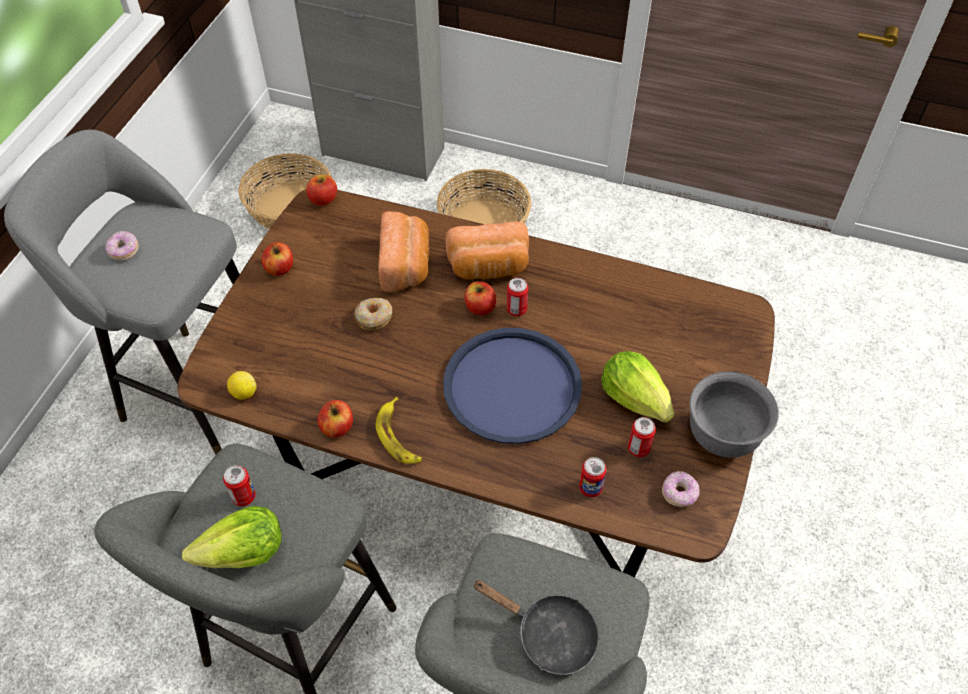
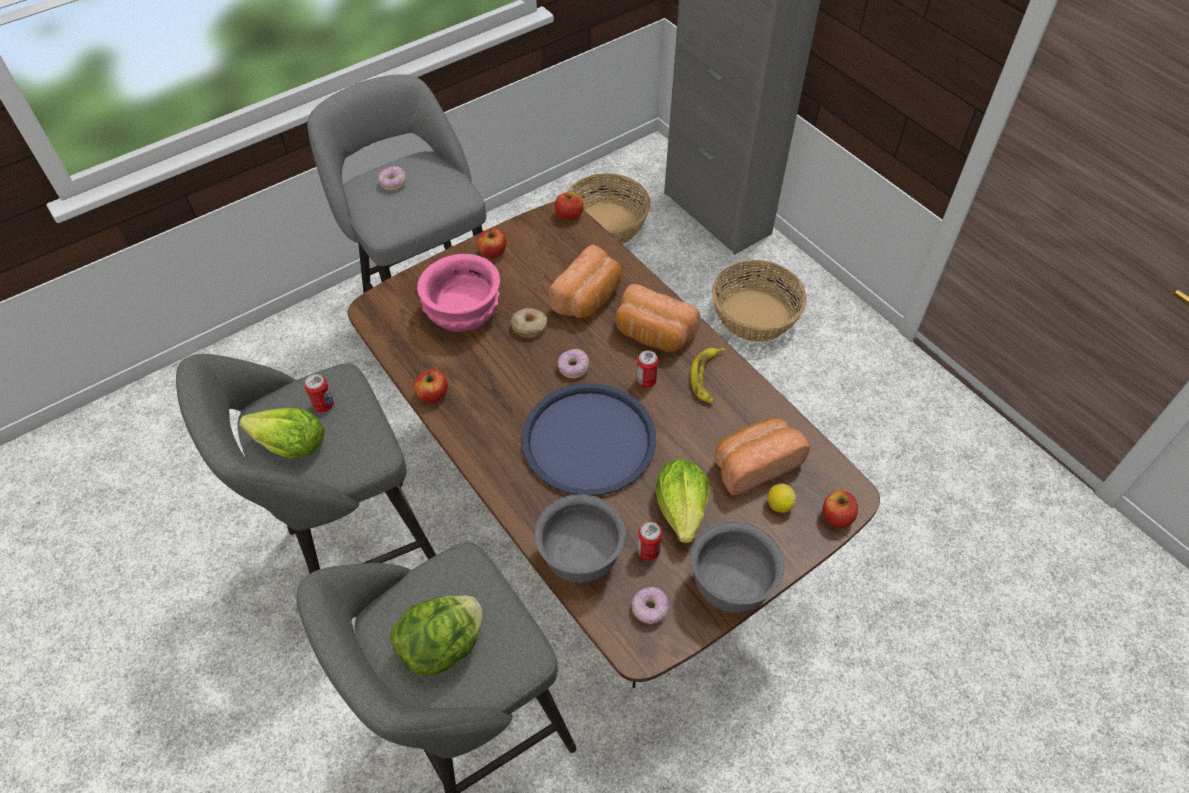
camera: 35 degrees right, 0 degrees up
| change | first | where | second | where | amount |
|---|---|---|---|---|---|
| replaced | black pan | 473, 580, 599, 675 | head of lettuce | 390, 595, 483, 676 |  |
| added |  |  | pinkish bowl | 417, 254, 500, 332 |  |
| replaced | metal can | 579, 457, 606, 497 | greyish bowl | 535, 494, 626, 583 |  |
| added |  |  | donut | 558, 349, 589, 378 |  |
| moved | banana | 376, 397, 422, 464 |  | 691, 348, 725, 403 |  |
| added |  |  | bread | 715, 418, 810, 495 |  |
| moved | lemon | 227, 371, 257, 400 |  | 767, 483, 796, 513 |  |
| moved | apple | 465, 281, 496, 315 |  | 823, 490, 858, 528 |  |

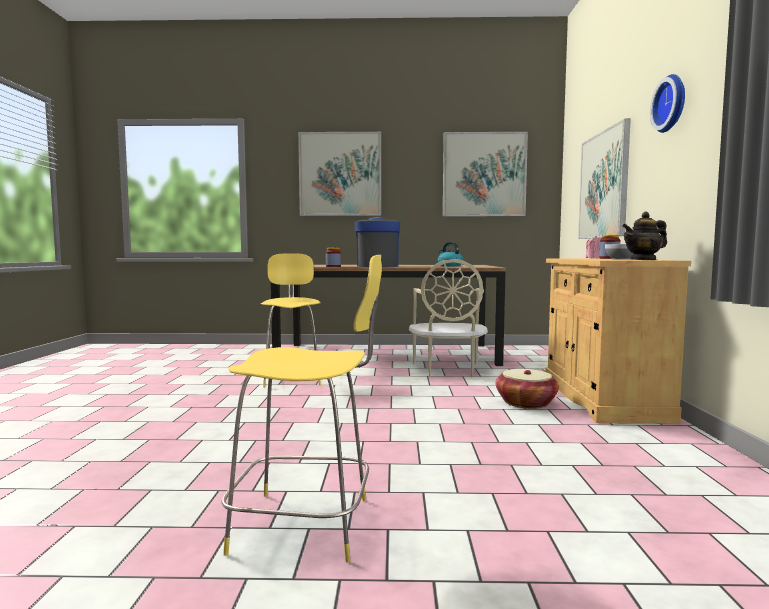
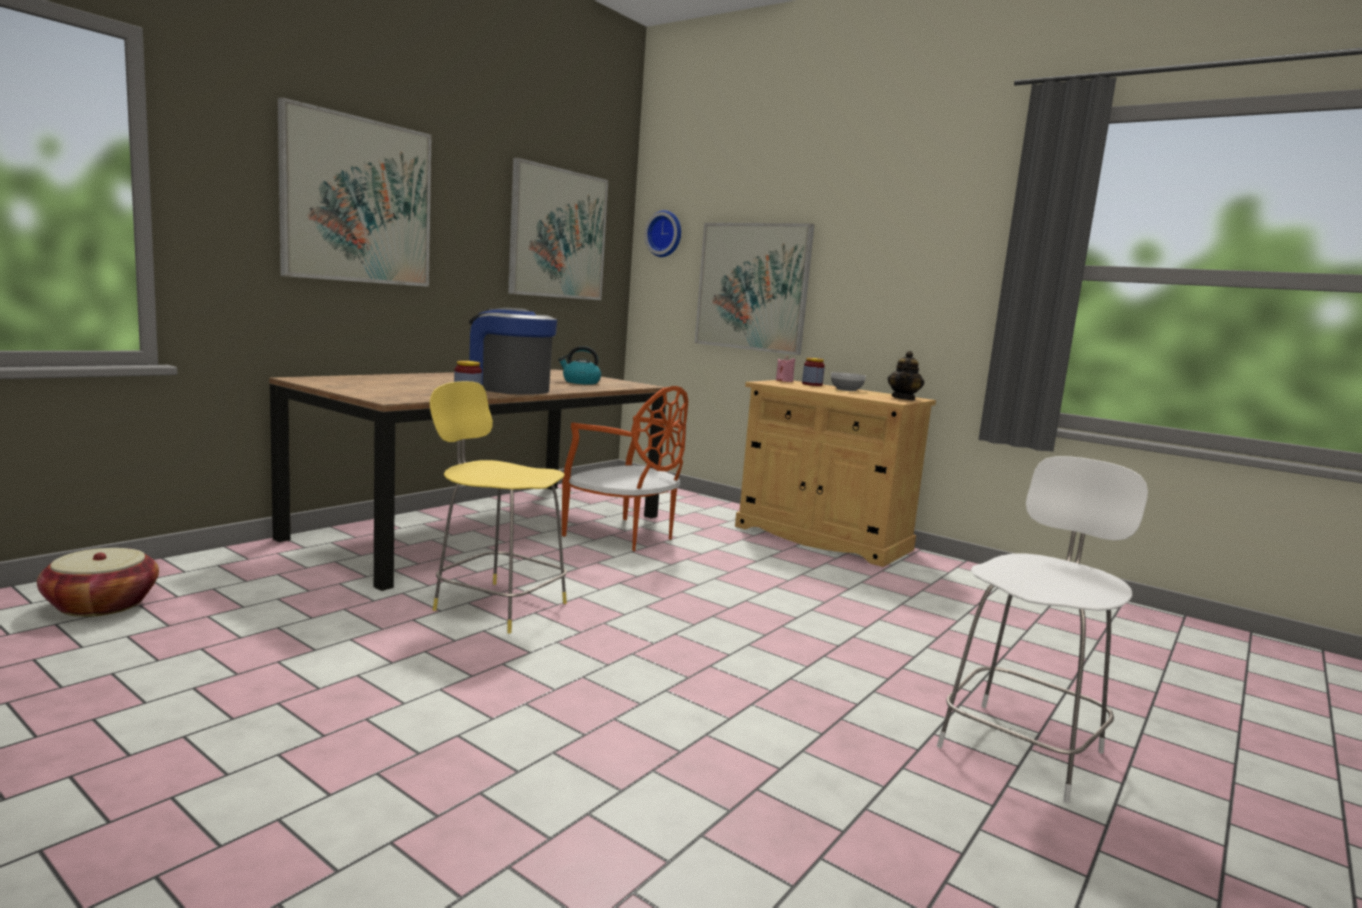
camera: 55 degrees left, 5 degrees up
| change | first | where | second | where | amount |
|---|---|---|---|---|---|
| moved | household basket | 496, 369, 559, 409 |  | 37, 548, 159, 617 |  |
| recoloured | beige chair | 409, 259, 488, 376 | orange-coloured chair | 562, 386, 688, 551 |  |
| moved | hanging clock | 650, 74, 685, 133 |  | 644, 210, 681, 257 |  |
| recoloured | yellowish stool | 222, 255, 382, 562 | whitish stool | 937, 456, 1148, 803 |  |

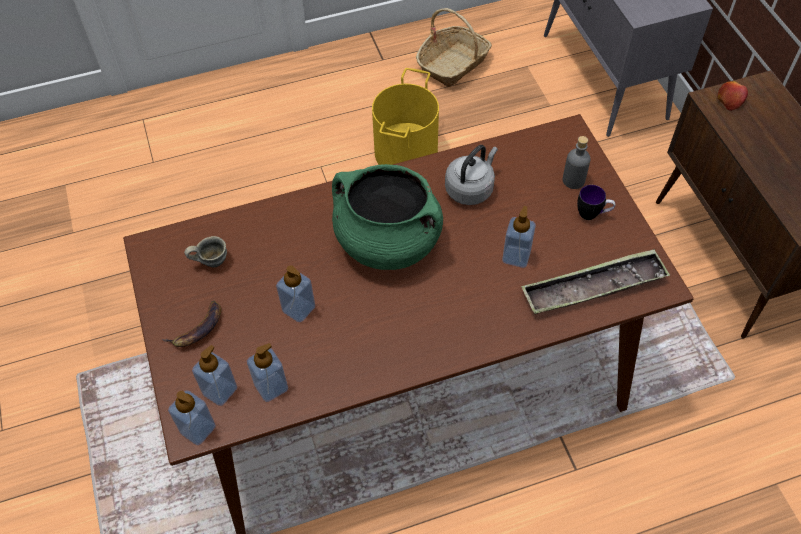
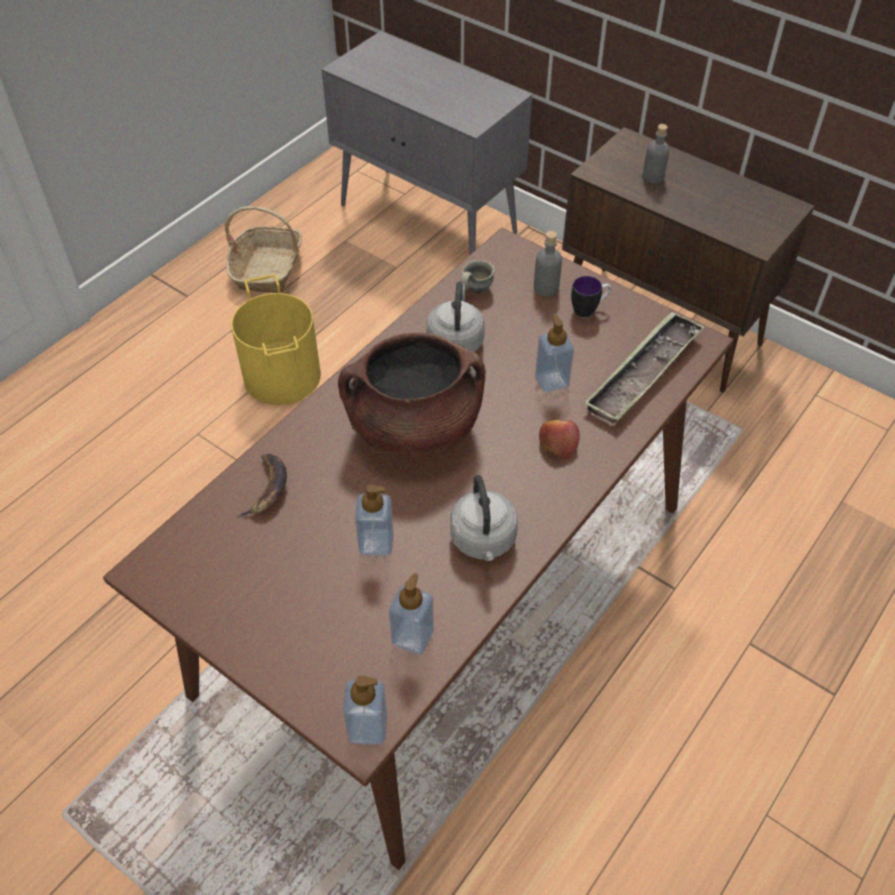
camera: 35 degrees left, 5 degrees down
| change | first | where | second | where | amount |
|---|---|---|---|---|---|
| moved | banana | 162, 301, 221, 347 |  | 237, 454, 287, 518 |  |
| recoloured | greenish stockpot | 332, 164, 443, 270 | brown-coloured stockpot | 338, 333, 485, 460 |  |
| added |  |  | greyish tea kettle | 450, 475, 518, 561 |  |
| moved | greyish mug | 184, 236, 227, 267 |  | 461, 260, 495, 293 |  |
| moved | apple | 717, 81, 748, 111 |  | 539, 420, 580, 460 |  |
| added |  |  | greyish bottle | 642, 124, 670, 184 |  |
| removed | liquid soap bottle | 192, 345, 237, 406 |  |  |  |

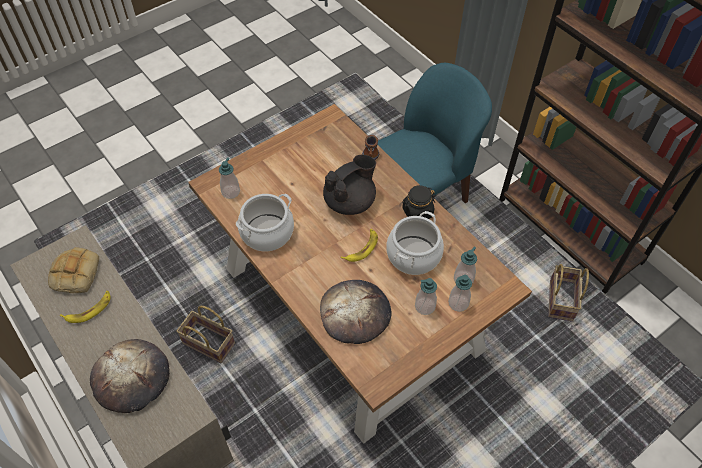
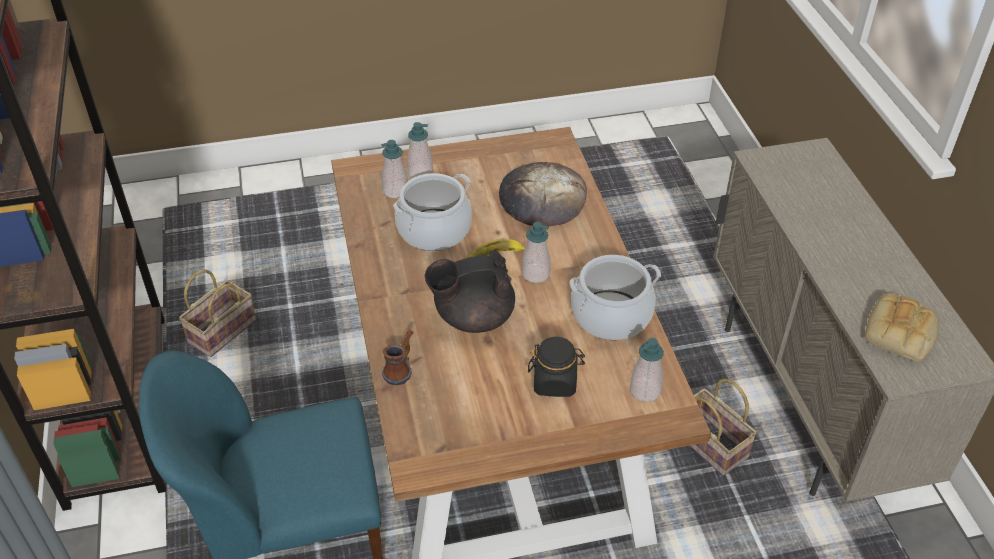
camera: 155 degrees left, 10 degrees down
| change | first | where | second | where | amount |
|---|---|---|---|---|---|
| moved | liquid soap bottle | 415, 278, 437, 315 |  | 522, 222, 551, 283 |  |
| moved | black storage jar | 402, 185, 435, 219 |  | 528, 337, 585, 397 |  |
| removed | banana | 60, 291, 110, 323 |  |  |  |
| removed | bread | 90, 339, 170, 413 |  |  |  |

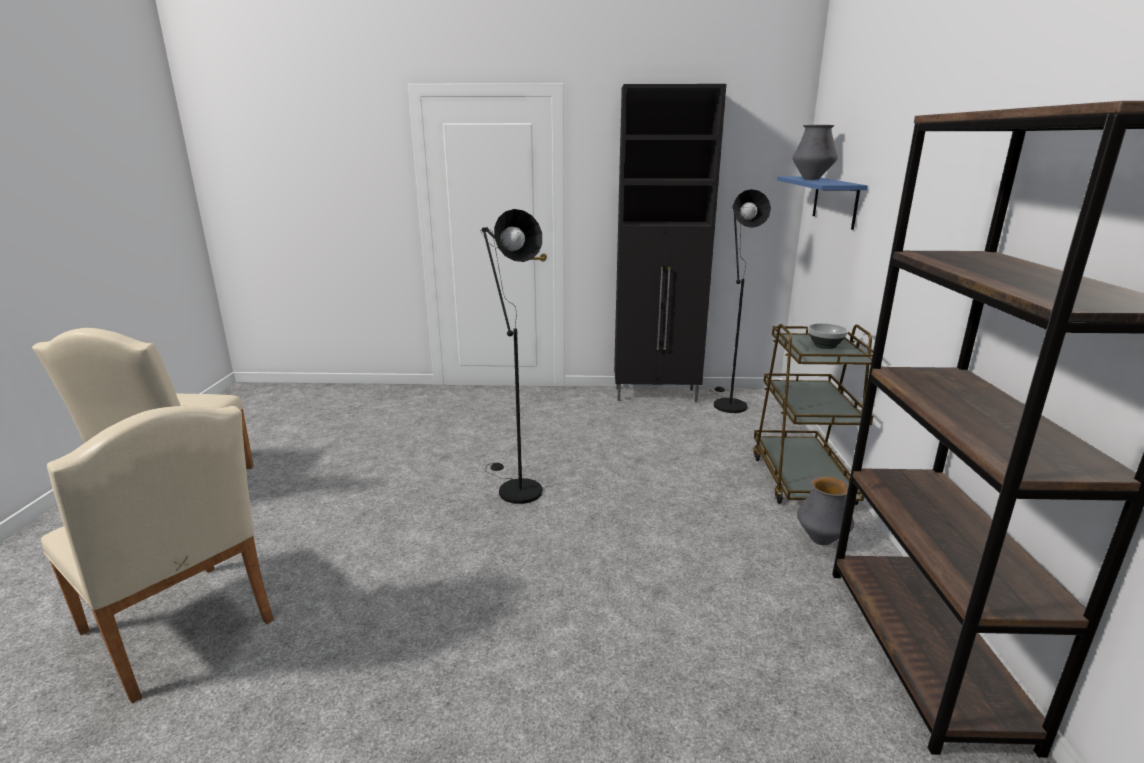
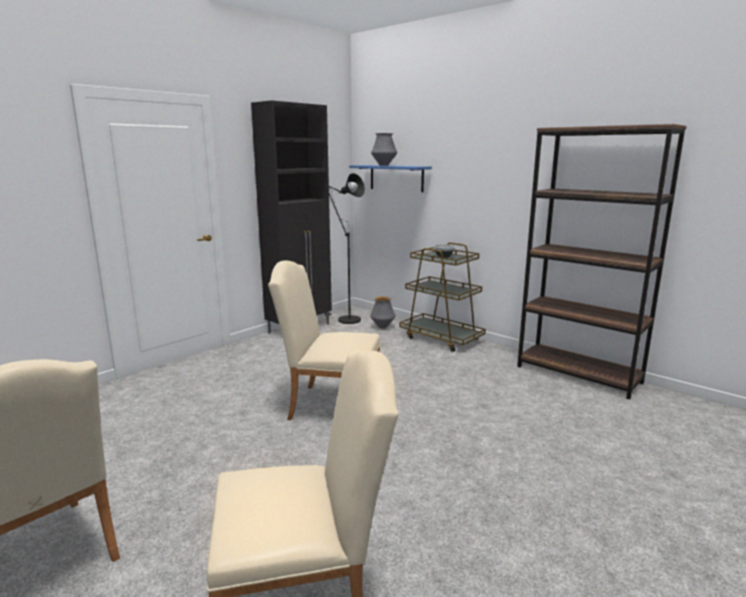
camera: 50 degrees left, 5 degrees down
| change | first | where | second | where | amount |
|---|---|---|---|---|---|
| replaced | black floor lamp | 481, 209, 542, 504 | beige chair | 268, 260, 380, 420 |  |
| moved | vase | 797, 477, 854, 545 |  | 370, 296, 395, 329 |  |

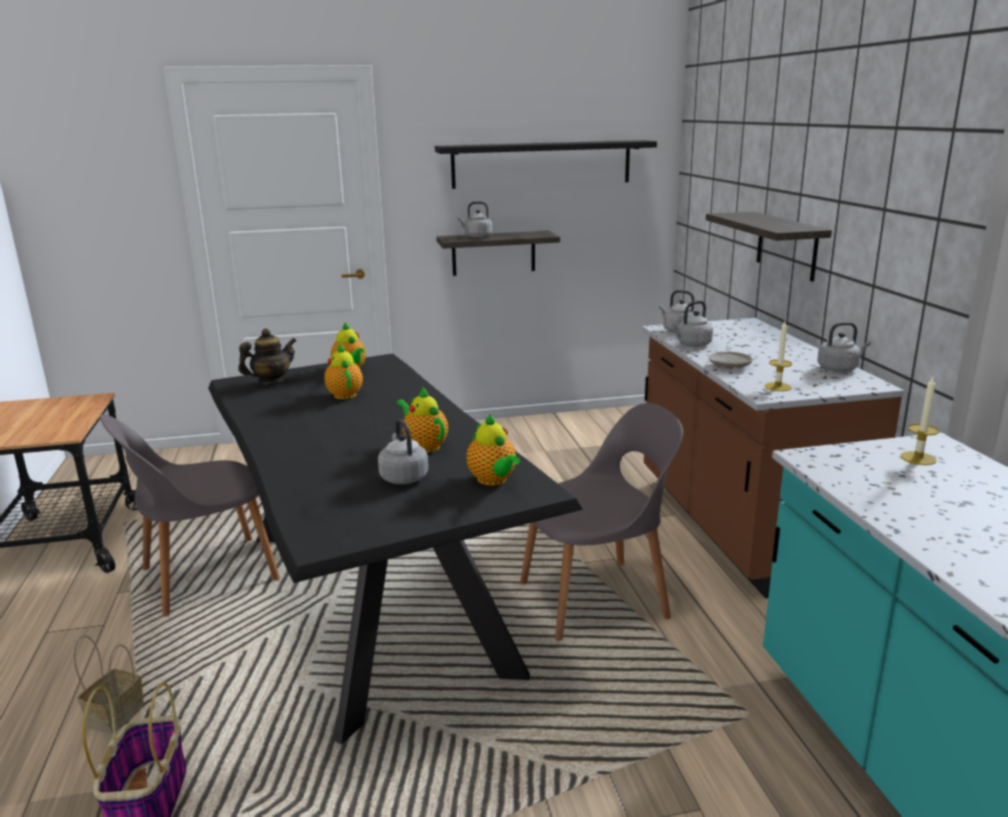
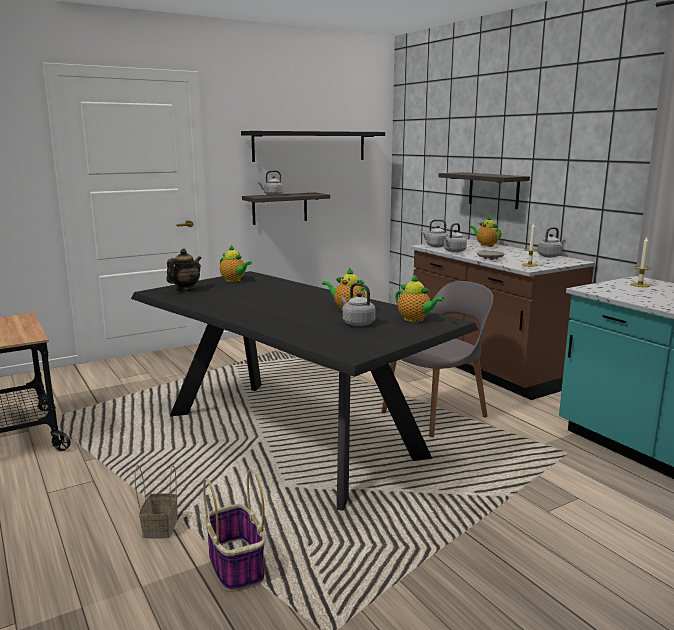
camera: 20 degrees left, 5 degrees down
| change | first | where | second | where | amount |
|---|---|---|---|---|---|
| moved | teapot | 324, 343, 363, 399 |  | 469, 216, 501, 247 |  |
| removed | greyish chair | 100, 414, 280, 617 |  |  |  |

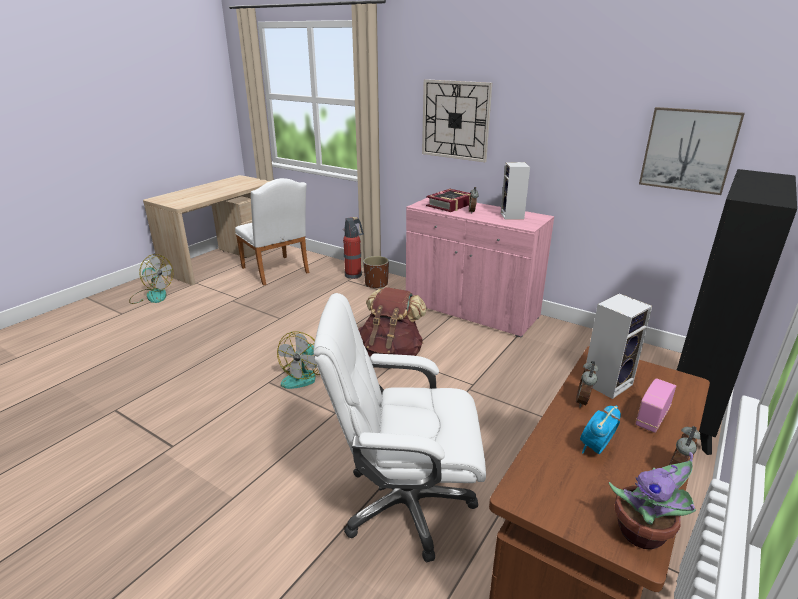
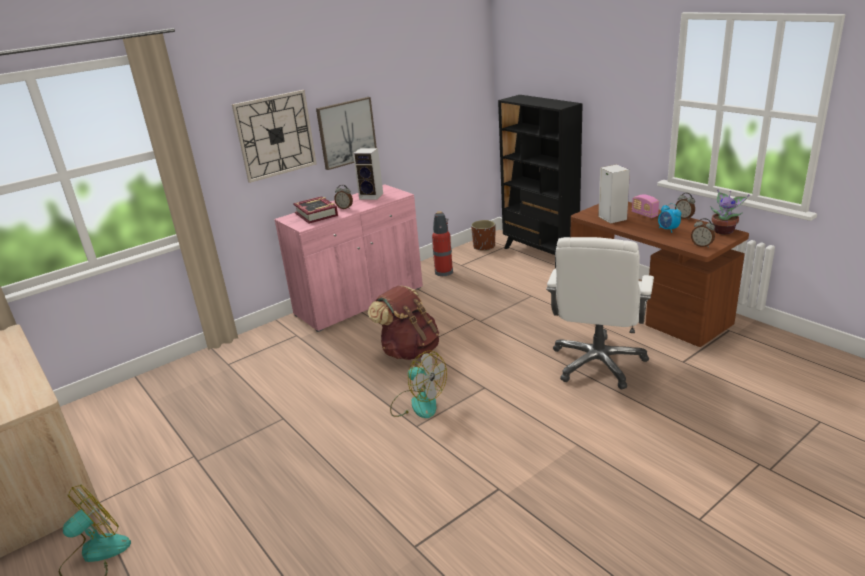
camera: 70 degrees left, 0 degrees up
| change | first | where | second | where | amount |
|---|---|---|---|---|---|
| moved | wall picture | 639, 107, 745, 195 |  | 316, 97, 377, 170 |  |
| moved | fire extinguisher | 343, 217, 364, 279 |  | 432, 211, 454, 276 |  |
| moved | brown-coloured planter | 363, 256, 389, 289 |  | 471, 220, 495, 251 |  |
| moved | alarm clock | 576, 361, 598, 408 |  | 691, 218, 715, 248 |  |
| removed | whitish chair | 235, 178, 309, 286 |  |  |  |

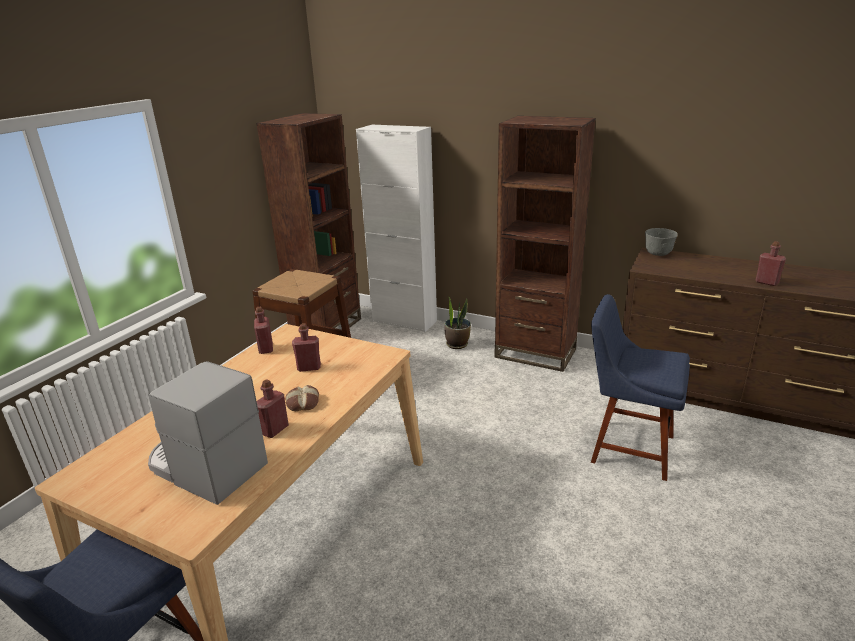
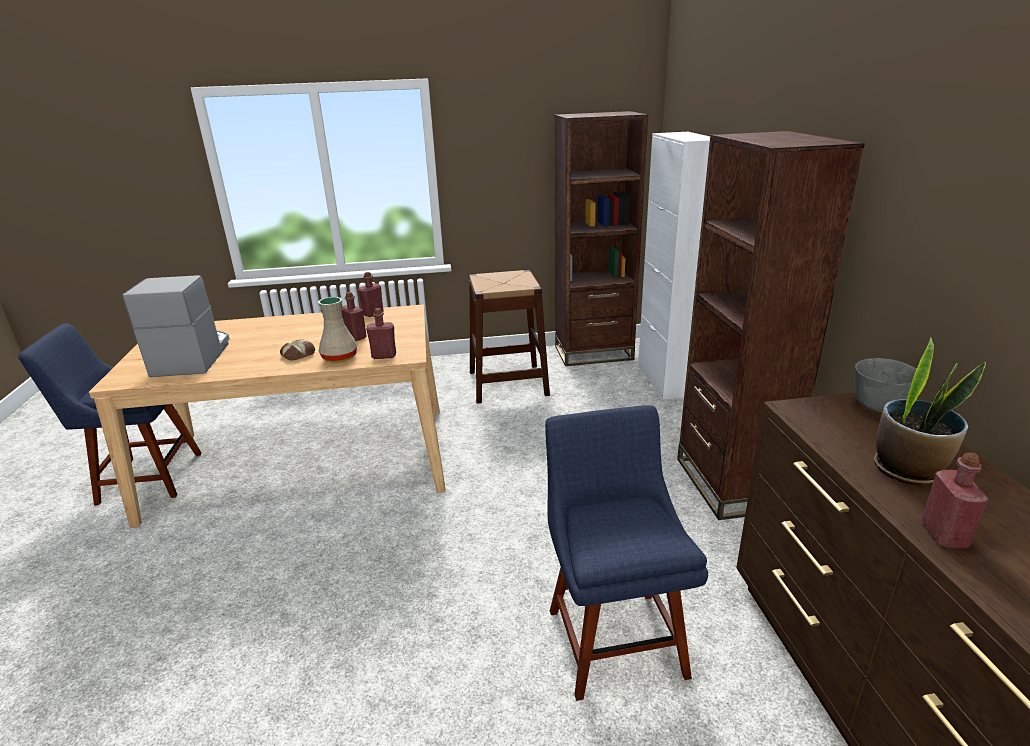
camera: 55 degrees right, 0 degrees up
| change | first | where | second | where | amount |
|---|---|---|---|---|---|
| added |  |  | beige vase | 318, 297, 357, 363 |  |
| moved | red bottle | 257, 379, 289, 438 |  | 366, 308, 396, 359 |  |
| moved | potted plant | 444, 296, 471, 349 |  | 874, 337, 986, 485 |  |

